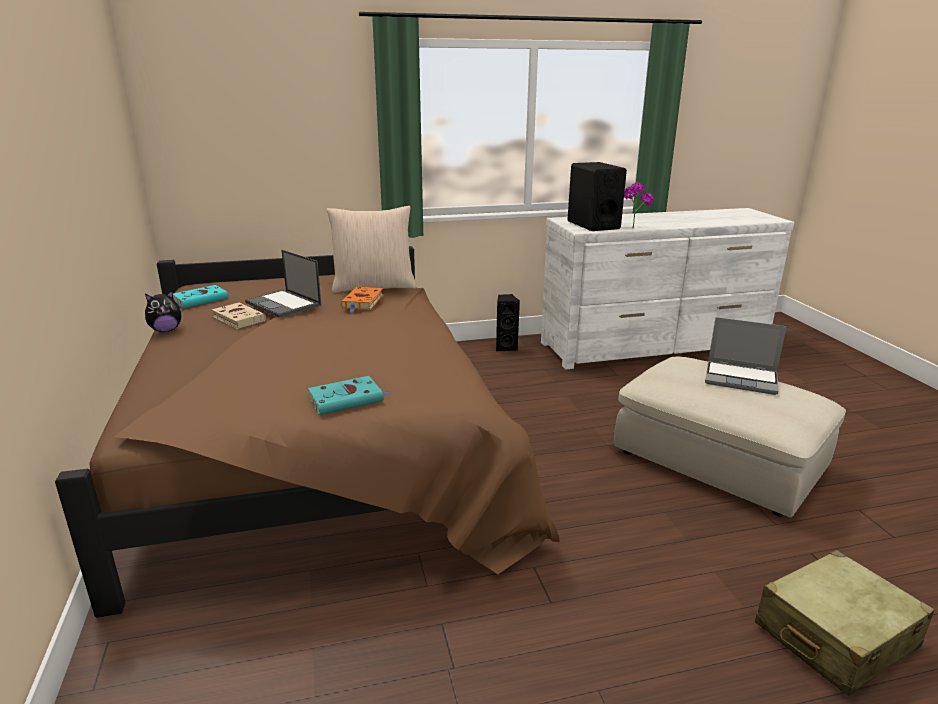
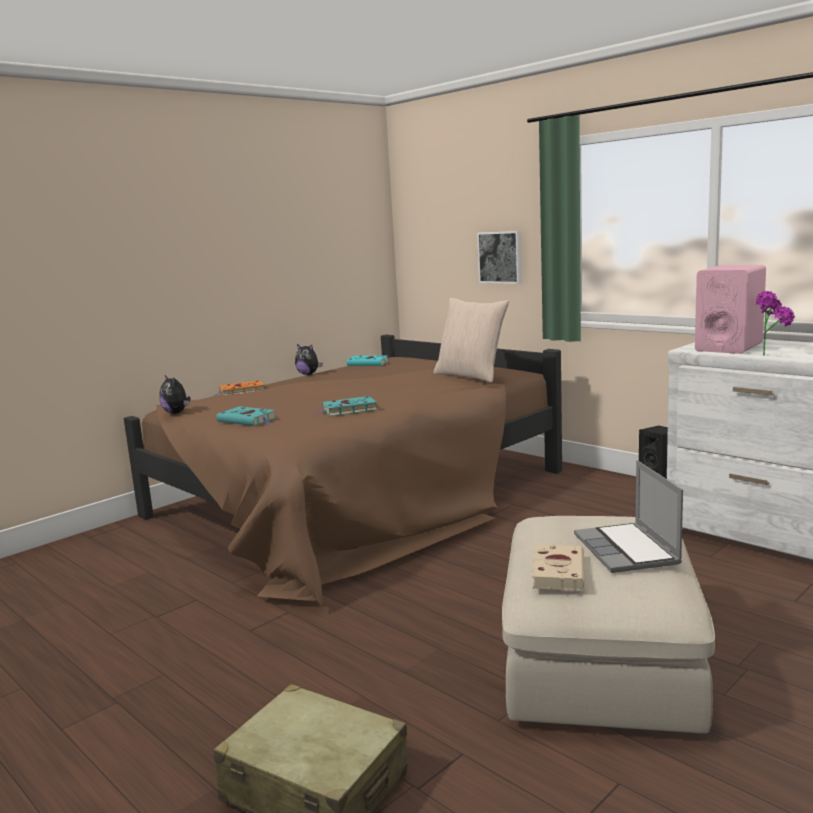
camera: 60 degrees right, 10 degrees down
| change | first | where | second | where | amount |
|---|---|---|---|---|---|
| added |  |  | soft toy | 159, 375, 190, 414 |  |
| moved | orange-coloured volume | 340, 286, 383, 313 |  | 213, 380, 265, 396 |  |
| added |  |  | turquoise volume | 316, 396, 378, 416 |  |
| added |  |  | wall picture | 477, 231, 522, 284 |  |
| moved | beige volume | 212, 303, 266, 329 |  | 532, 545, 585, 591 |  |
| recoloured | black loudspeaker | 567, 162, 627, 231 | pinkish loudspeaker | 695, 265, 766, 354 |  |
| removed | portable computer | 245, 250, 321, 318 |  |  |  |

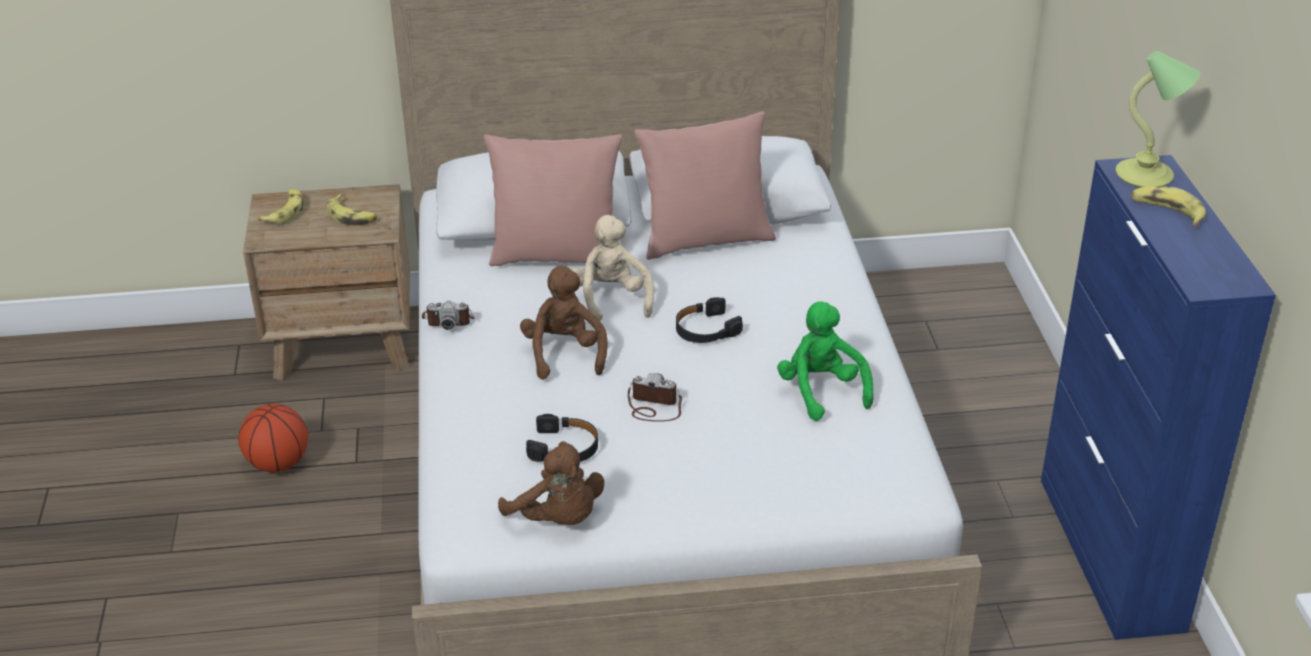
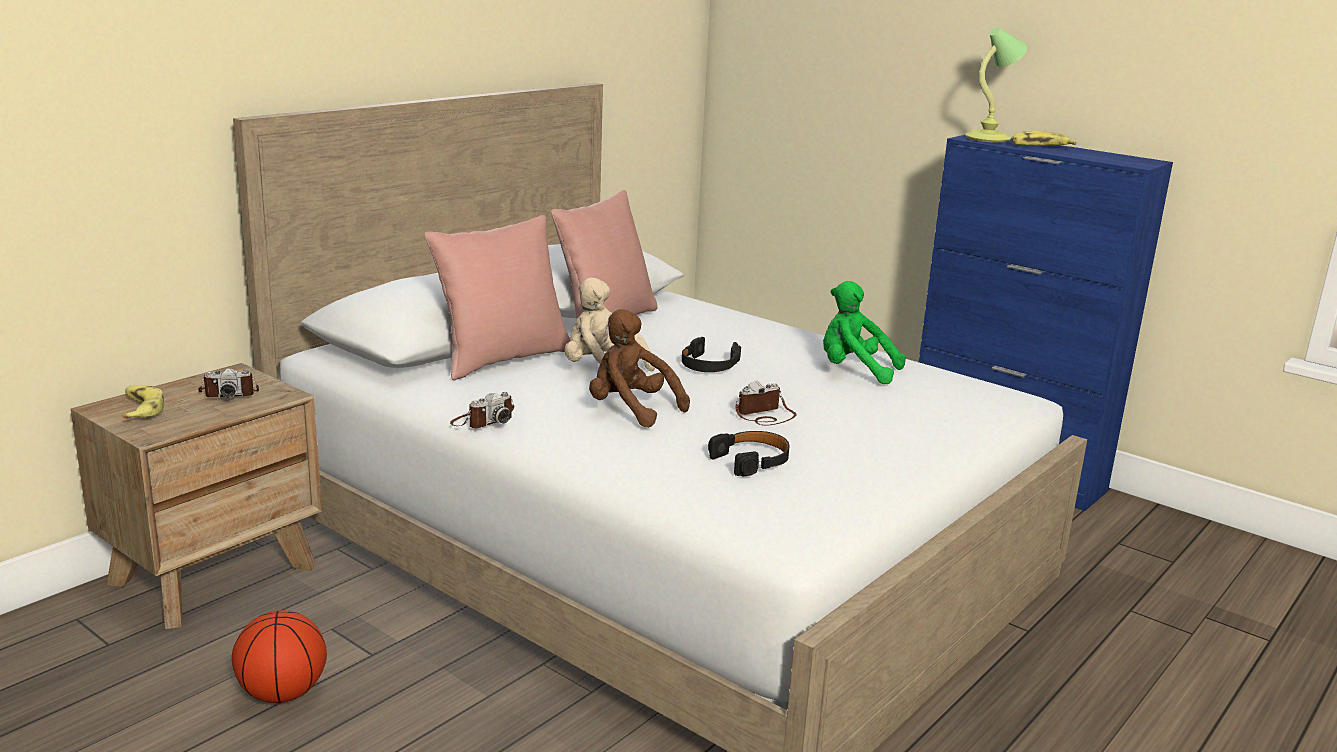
camera: 45 degrees left, 15 degrees down
| change | first | where | second | where | amount |
|---|---|---|---|---|---|
| replaced | banana | 327, 194, 377, 225 | photo camera | 198, 368, 259, 398 |  |
| removed | brown-coloured soft toy | 498, 441, 604, 525 |  |  |  |

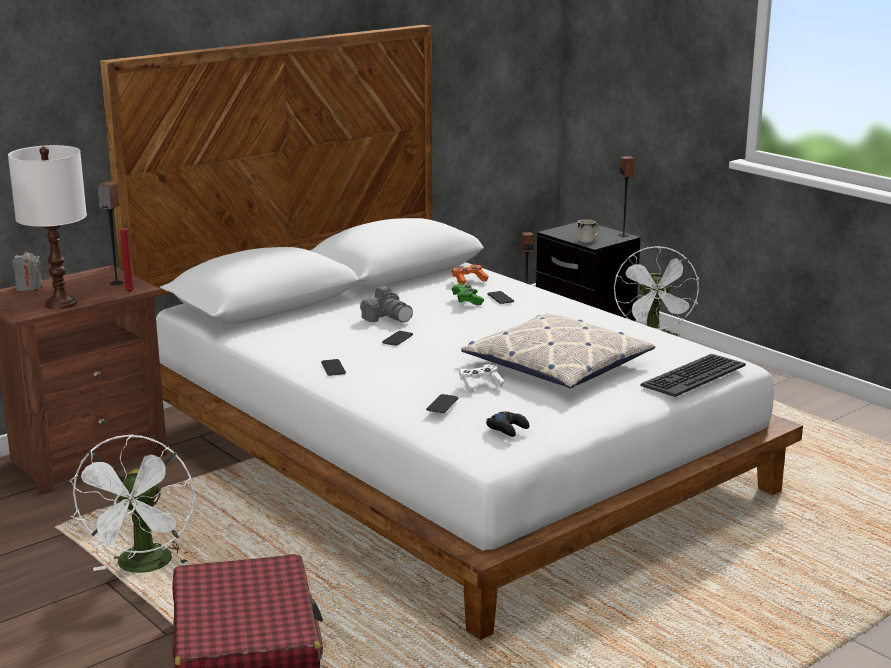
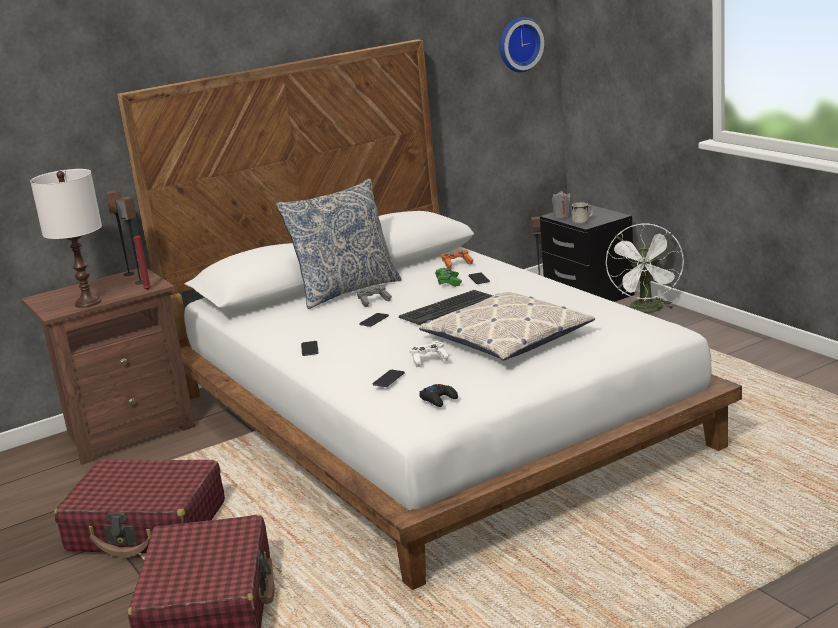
camera: 10 degrees right, 0 degrees up
| change | first | where | second | where | amount |
|---|---|---|---|---|---|
| replaced | whitish cooling fan | 69, 434, 195, 573 | red piece of luggage | 54, 459, 225, 558 |  |
| moved | loudspeaker | 619, 156, 635, 237 |  | 106, 190, 135, 276 |  |
| added |  |  | cushion | 276, 178, 402, 309 |  |
| replaced | photo camera | 360, 287, 413, 322 | greyish game controller | 357, 285, 392, 307 |  |
| moved | keyboard | 641, 354, 746, 397 |  | 399, 290, 493, 325 |  |
| added |  |  | hanging clock | 500, 17, 544, 72 |  |
| moved | greyish wax light | 12, 251, 43, 291 |  | 552, 191, 571, 218 |  |

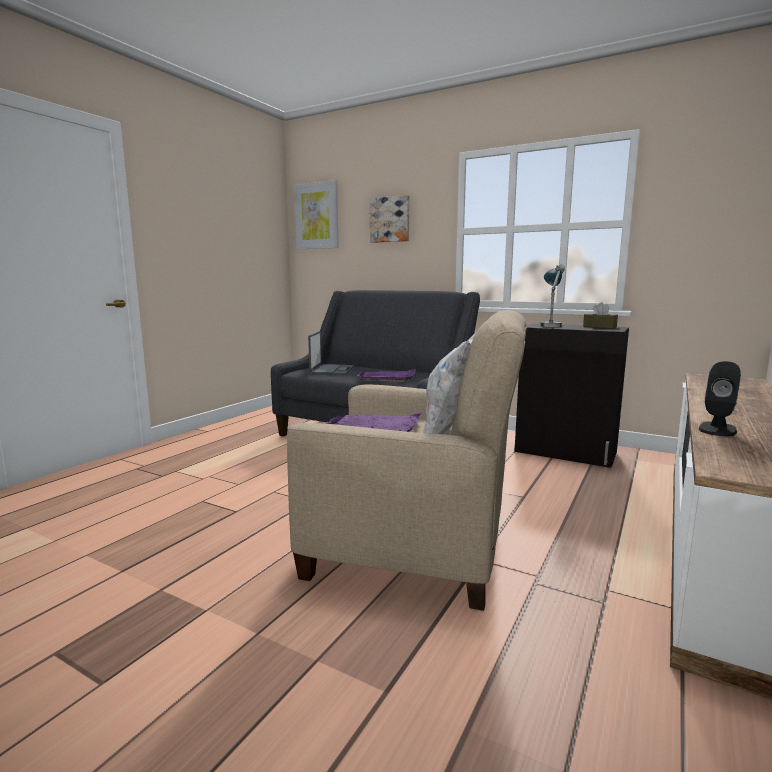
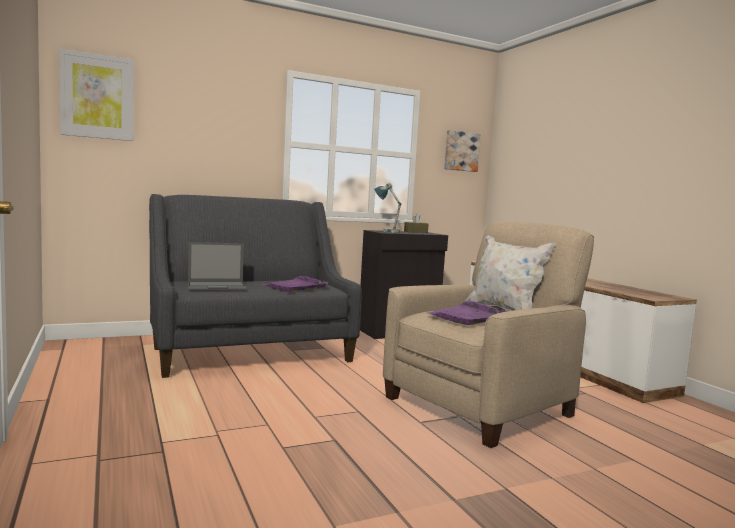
camera: 55 degrees left, 5 degrees down
| change | first | where | second | where | amount |
|---|---|---|---|---|---|
| turned | portable computer | 308, 331, 354, 375 |  | 188, 242, 247, 291 | 120 degrees clockwise |
| moved | wall picture | 370, 195, 410, 243 |  | 444, 130, 481, 172 |  |
| removed | black loudspeaker | 699, 361, 741, 437 |  |  |  |

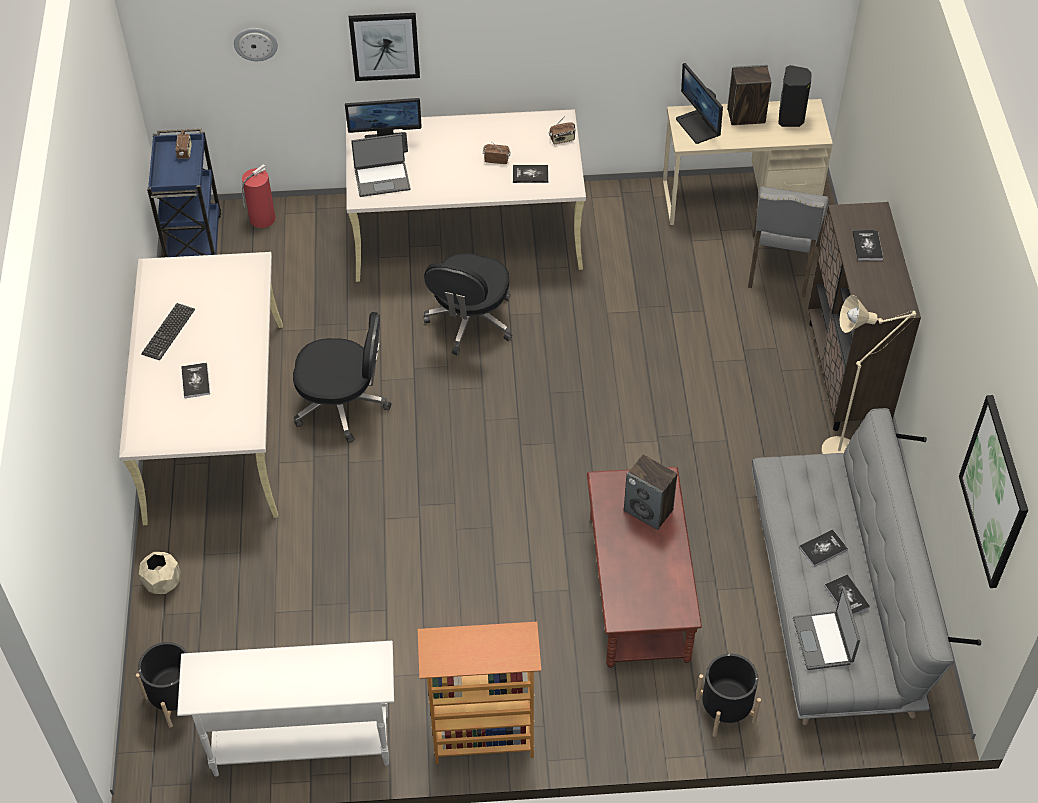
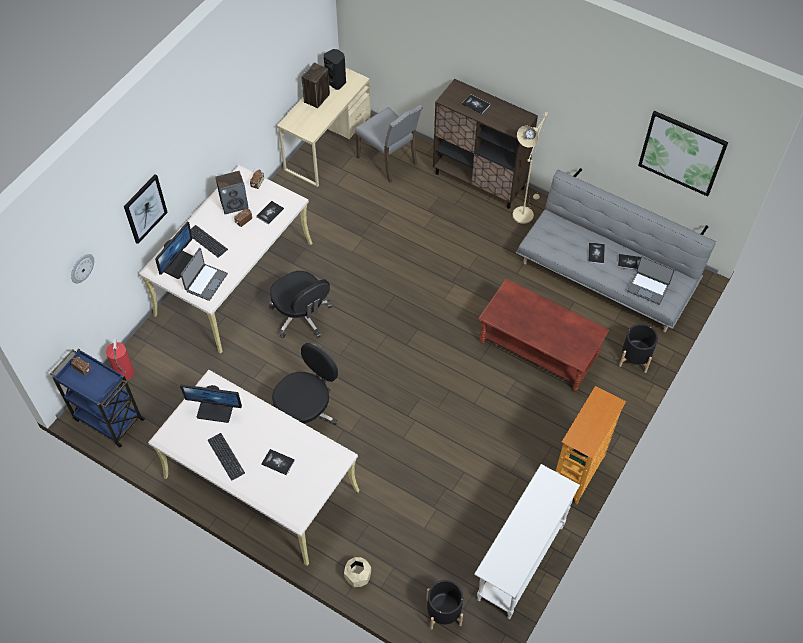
camera: 55 degrees left, 5 degrees up
| change | first | where | second | where | amount |
|---|---|---|---|---|---|
| moved | monitor | 676, 63, 723, 144 |  | 180, 384, 242, 423 |  |
| added |  |  | keyboard | 191, 225, 228, 258 |  |
| moved | loudspeaker | 624, 455, 677, 530 |  | 216, 171, 249, 214 |  |

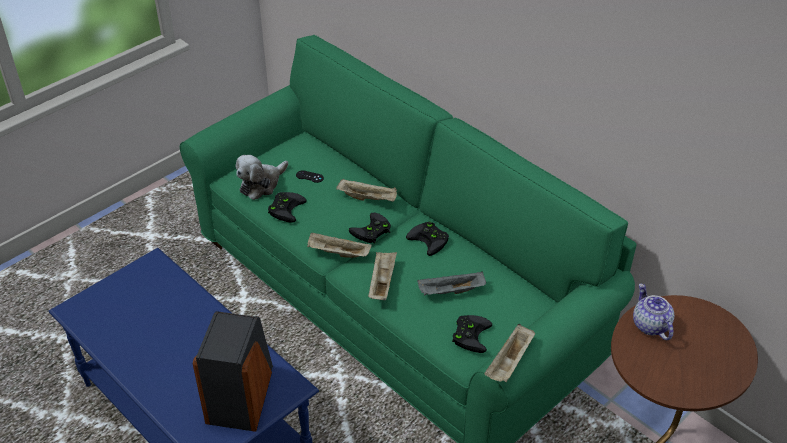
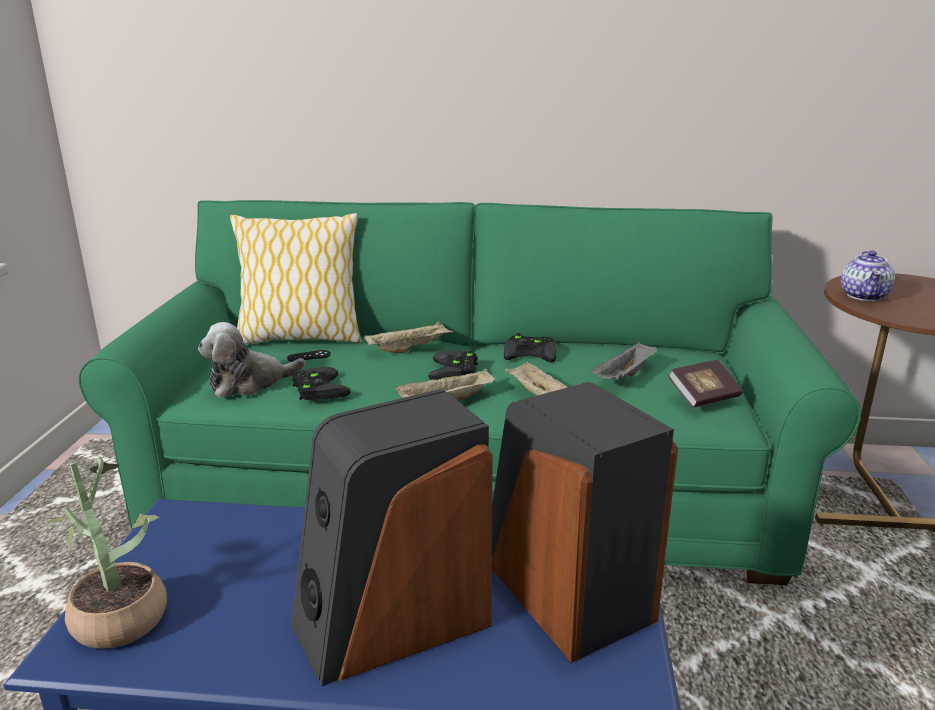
camera: 40 degrees left, 20 degrees down
| change | first | where | second | where | amount |
|---|---|---|---|---|---|
| added |  |  | potted plant | 47, 456, 167, 649 |  |
| turned | soft toy | 236, 155, 288, 200 |  | 198, 322, 305, 397 | 60 degrees clockwise |
| added |  |  | cushion | 230, 213, 361, 344 |  |
| added |  |  | loudspeaker | 291, 389, 493, 686 |  |
| replaced | black game controller | 452, 315, 492, 353 | volume | 668, 360, 743, 407 |  |
| turned | teapot | 633, 284, 674, 340 |  | 841, 251, 895, 301 | 105 degrees counterclockwise |
| removed | beige serving tray | 484, 324, 535, 382 |  |  |  |

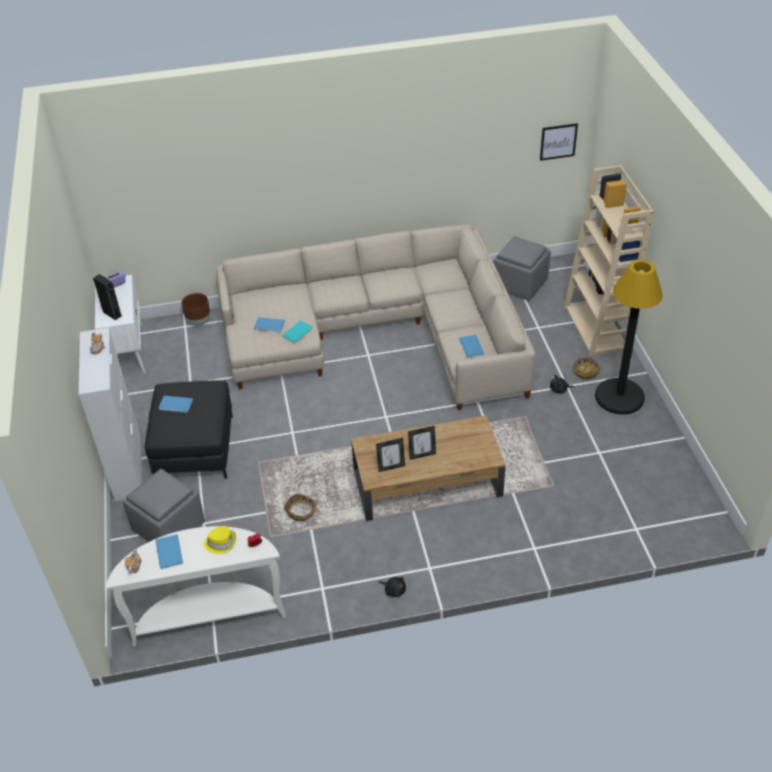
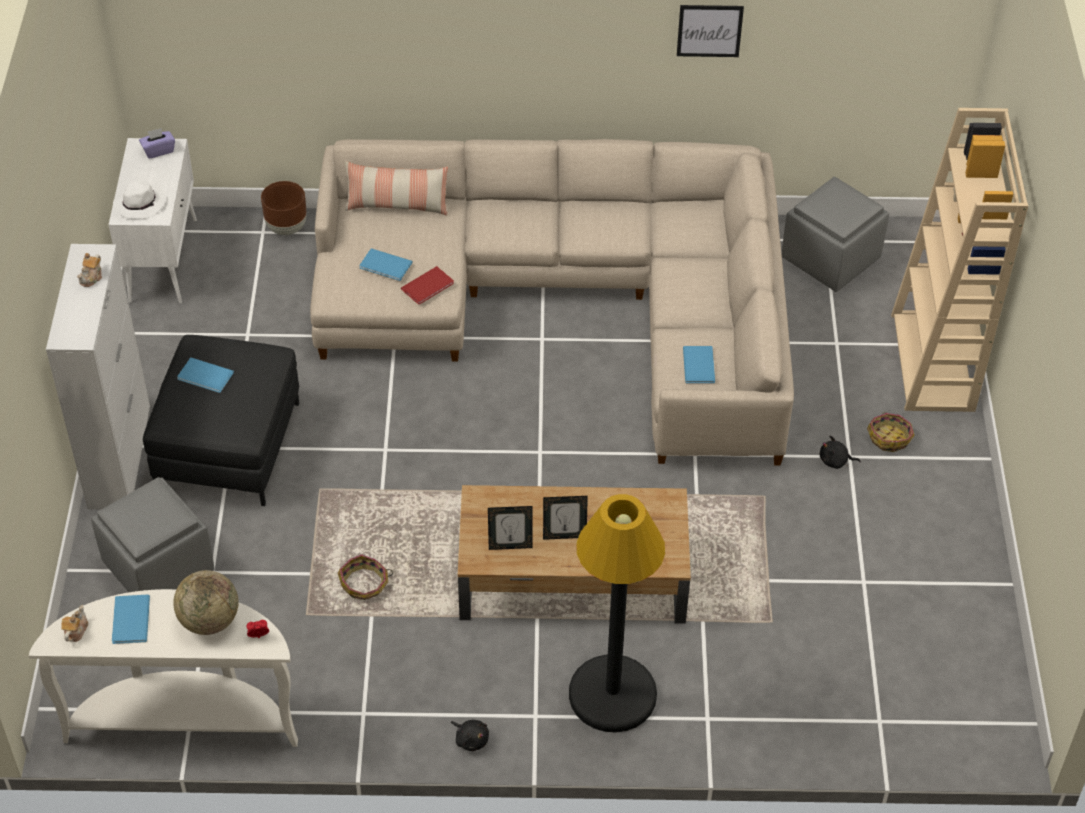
camera: 10 degrees right, 5 degrees up
| change | first | where | second | where | amount |
|---|---|---|---|---|---|
| replaced | black loudspeaker | 93, 274, 122, 320 | whitish hat | 113, 180, 166, 219 |  |
| replaced | yellowish hat | 204, 526, 236, 554 | world globe | 173, 570, 239, 635 |  |
| added |  |  | cushion | 345, 161, 448, 216 |  |
| recoloured | turquoise volume | 282, 321, 313, 343 | red volume | 401, 266, 454, 304 |  |
| moved | black floor lamp | 595, 260, 663, 415 |  | 569, 494, 665, 733 |  |
| moved | wall picture | 540, 123, 578, 161 |  | 677, 5, 744, 57 |  |

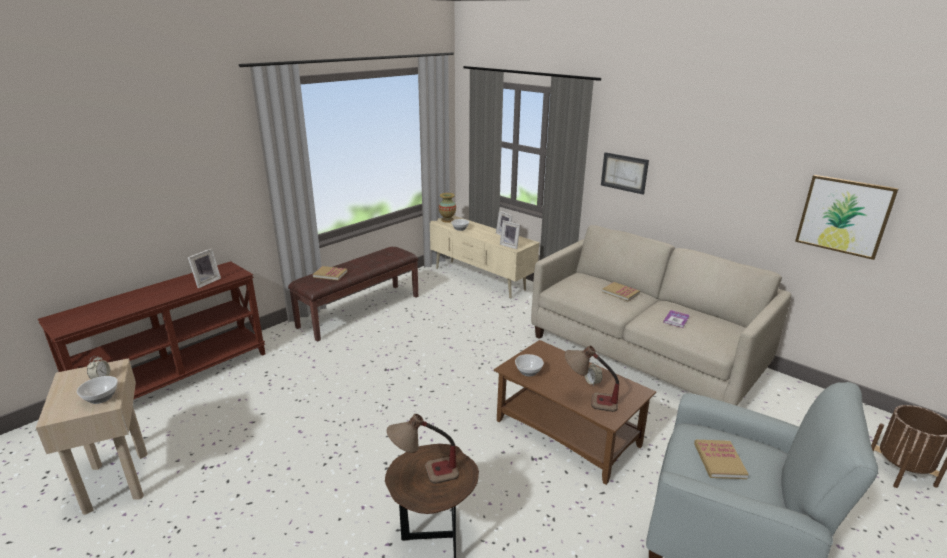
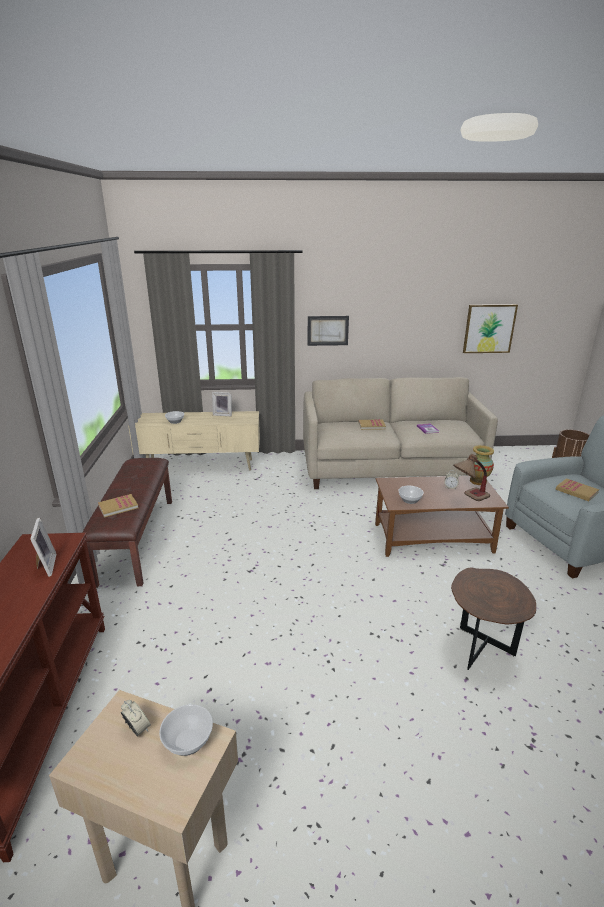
camera: 45 degrees left, 0 degrees up
| change | first | where | second | where | amount |
|---|---|---|---|---|---|
| moved | vase | 439, 193, 456, 223 |  | 470, 445, 494, 485 |  |
| removed | table lamp | 387, 414, 459, 484 |  |  |  |
| removed | photo frame | 500, 220, 520, 249 |  |  |  |

